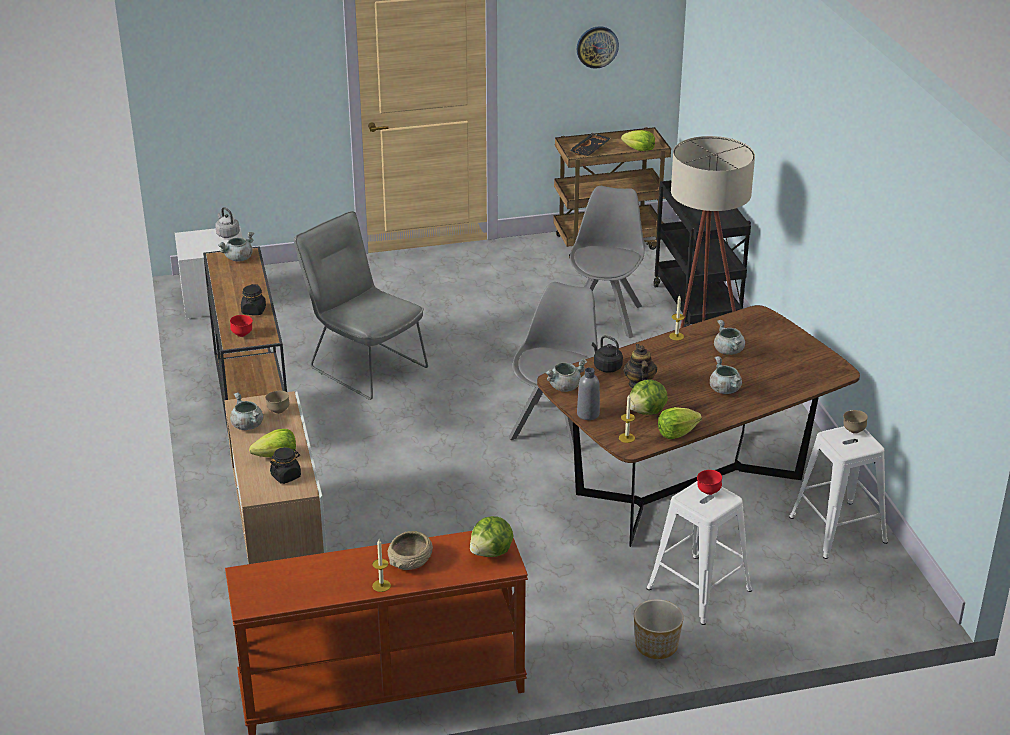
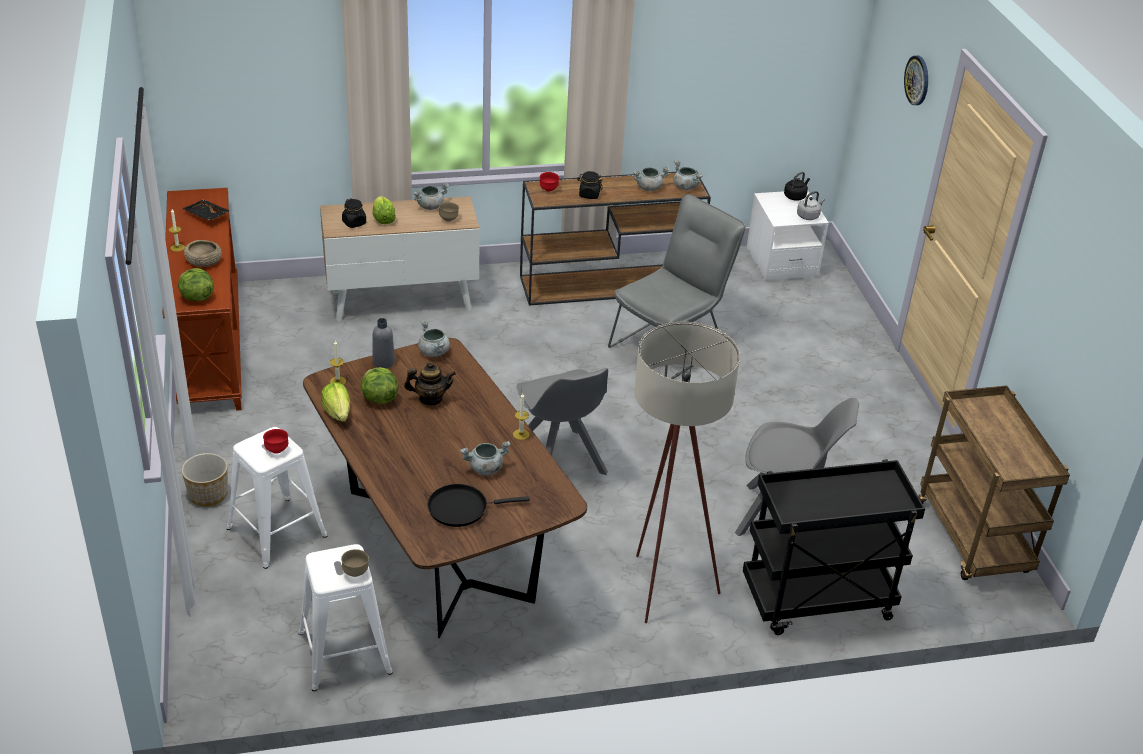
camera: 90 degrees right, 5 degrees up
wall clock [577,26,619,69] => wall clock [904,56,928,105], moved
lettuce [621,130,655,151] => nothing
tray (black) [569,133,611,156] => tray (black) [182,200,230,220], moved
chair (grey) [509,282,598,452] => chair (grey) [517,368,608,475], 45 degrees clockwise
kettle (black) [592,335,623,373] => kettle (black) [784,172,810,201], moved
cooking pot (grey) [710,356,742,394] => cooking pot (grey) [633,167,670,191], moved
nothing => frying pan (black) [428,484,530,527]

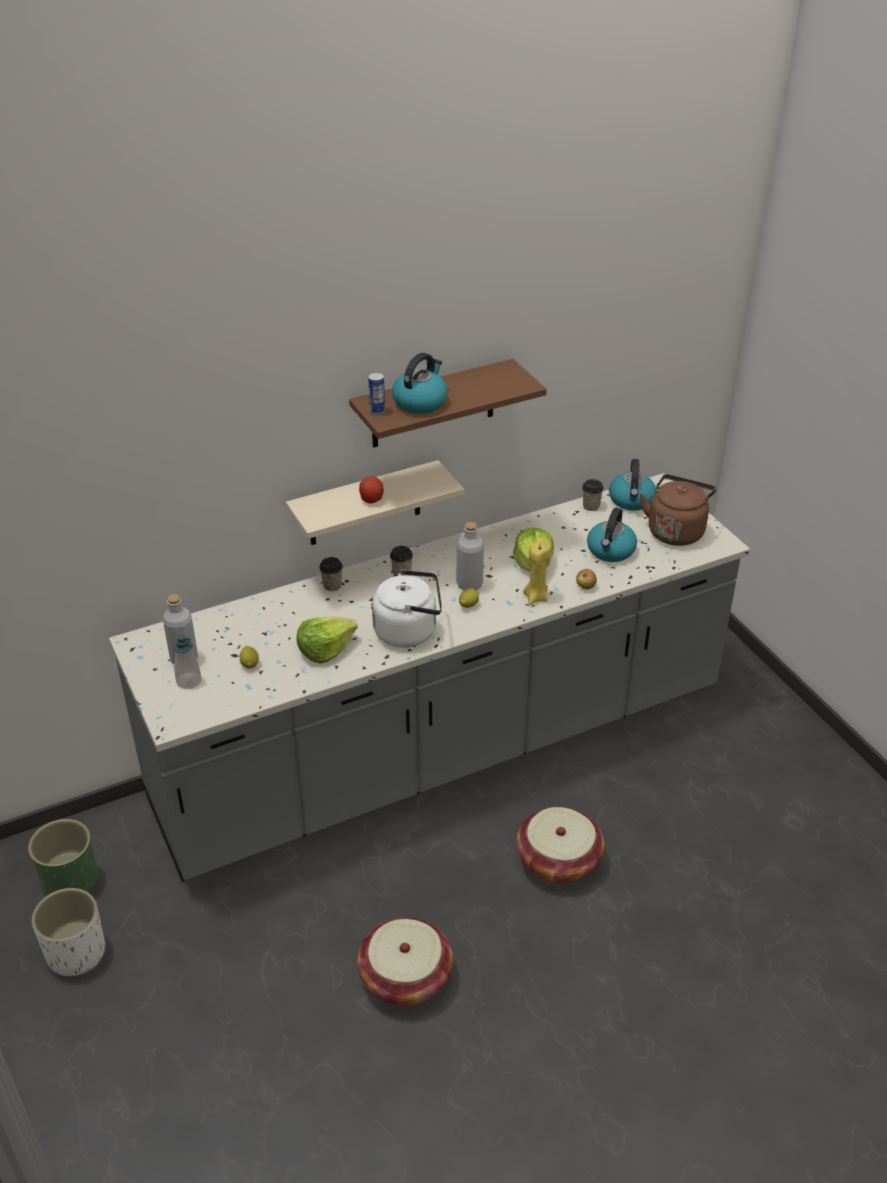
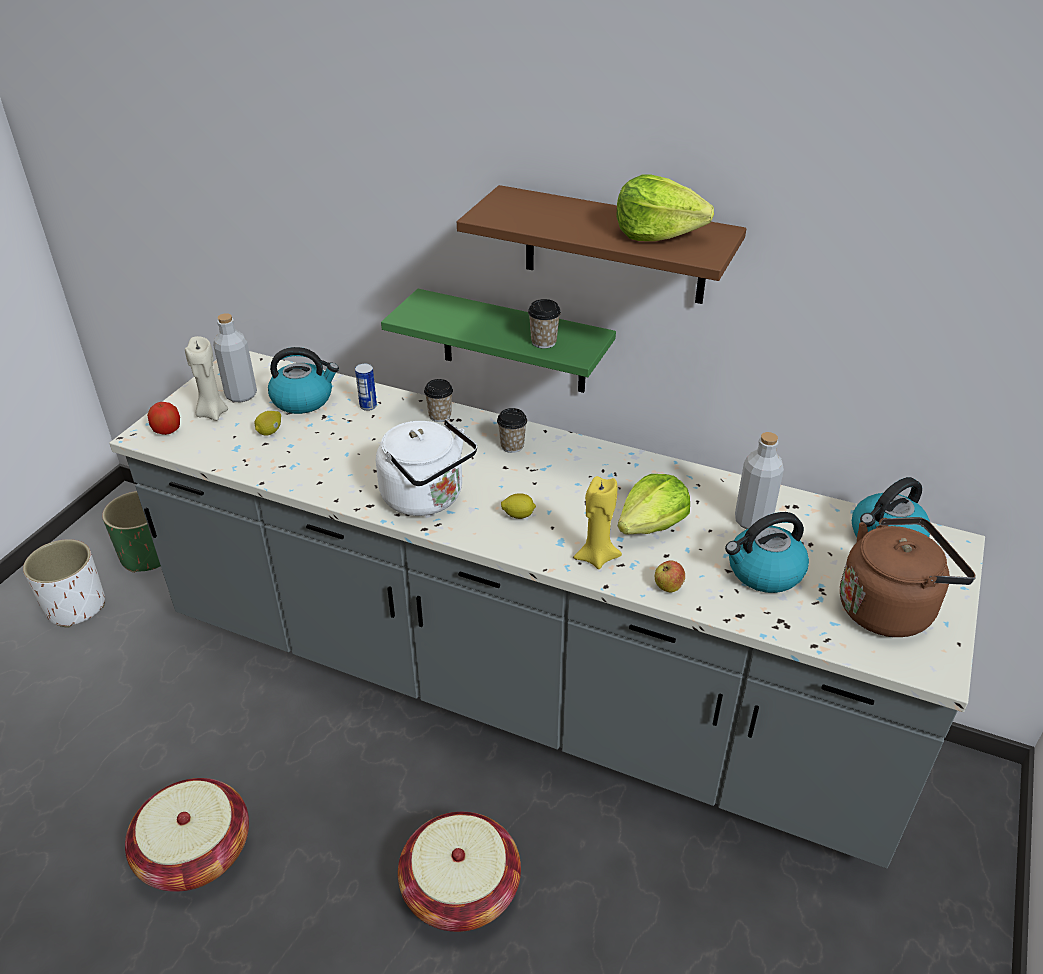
camera: 50 degrees right, 0 degrees up
kettle [392,353,448,414] => kettle [268,347,339,414], moved
can [368,373,385,415] => can [355,364,377,411], moved
shelf (beige) [286,460,464,545] => shelf (green) [381,289,616,393]
apple [359,476,384,503] => apple [147,402,180,435], moved
cup [582,479,604,511] => cup [528,299,561,348], moved
bottle (grey) [457,522,484,590] => bottle (grey) [735,432,784,529], moved
lettuce [297,616,358,664] => lettuce [616,174,714,241], moved
soap dispenser [173,634,201,689] => candle (beige) [185,336,228,421]

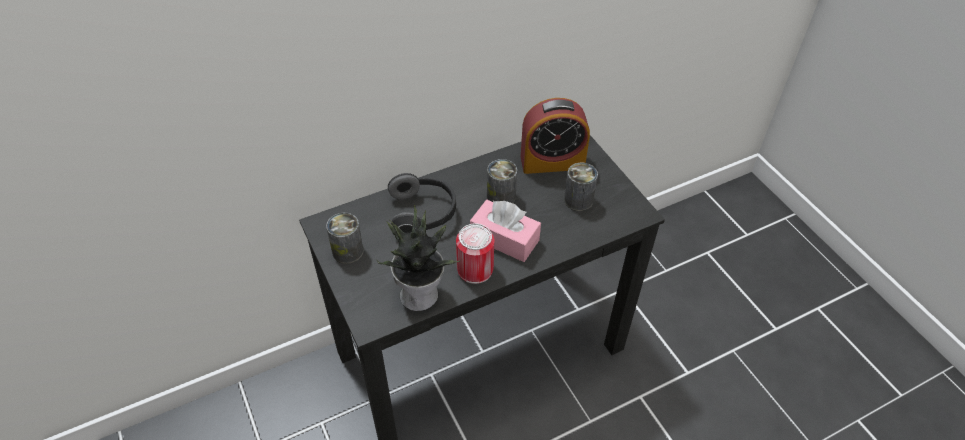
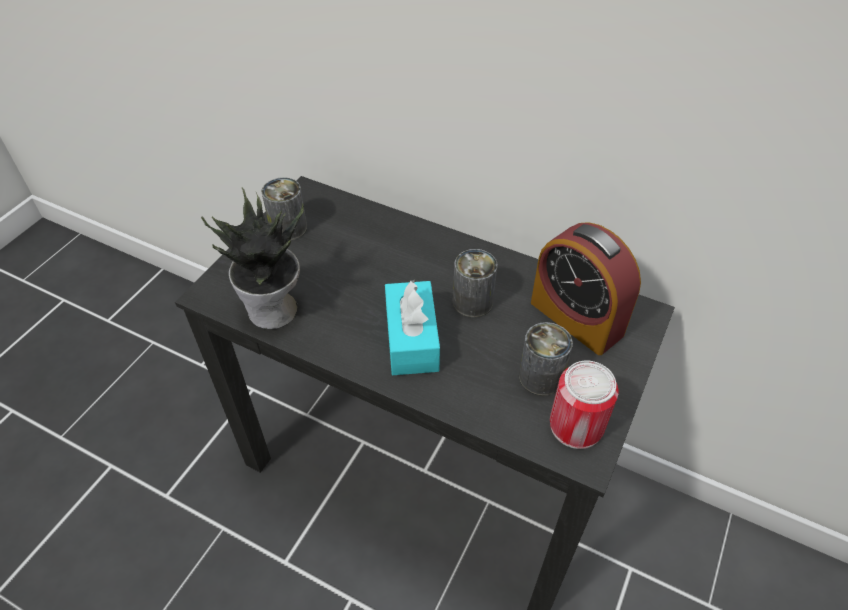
camera: 55 degrees right, 0 degrees up
headphones [388,173,456,233] => nothing
tissue box (pink) [470,200,541,262] => tissue box (turquoise) [385,279,440,375]
can [456,223,494,284] => can [550,361,619,449], moved

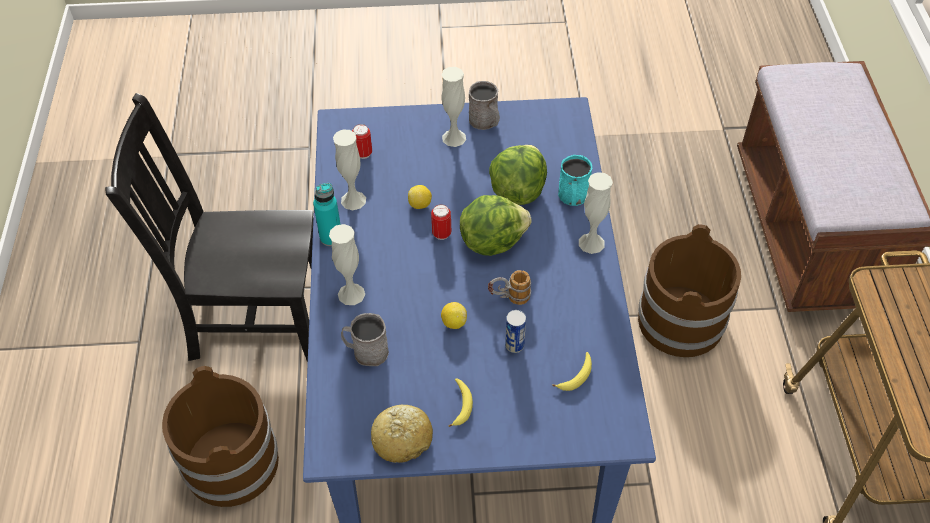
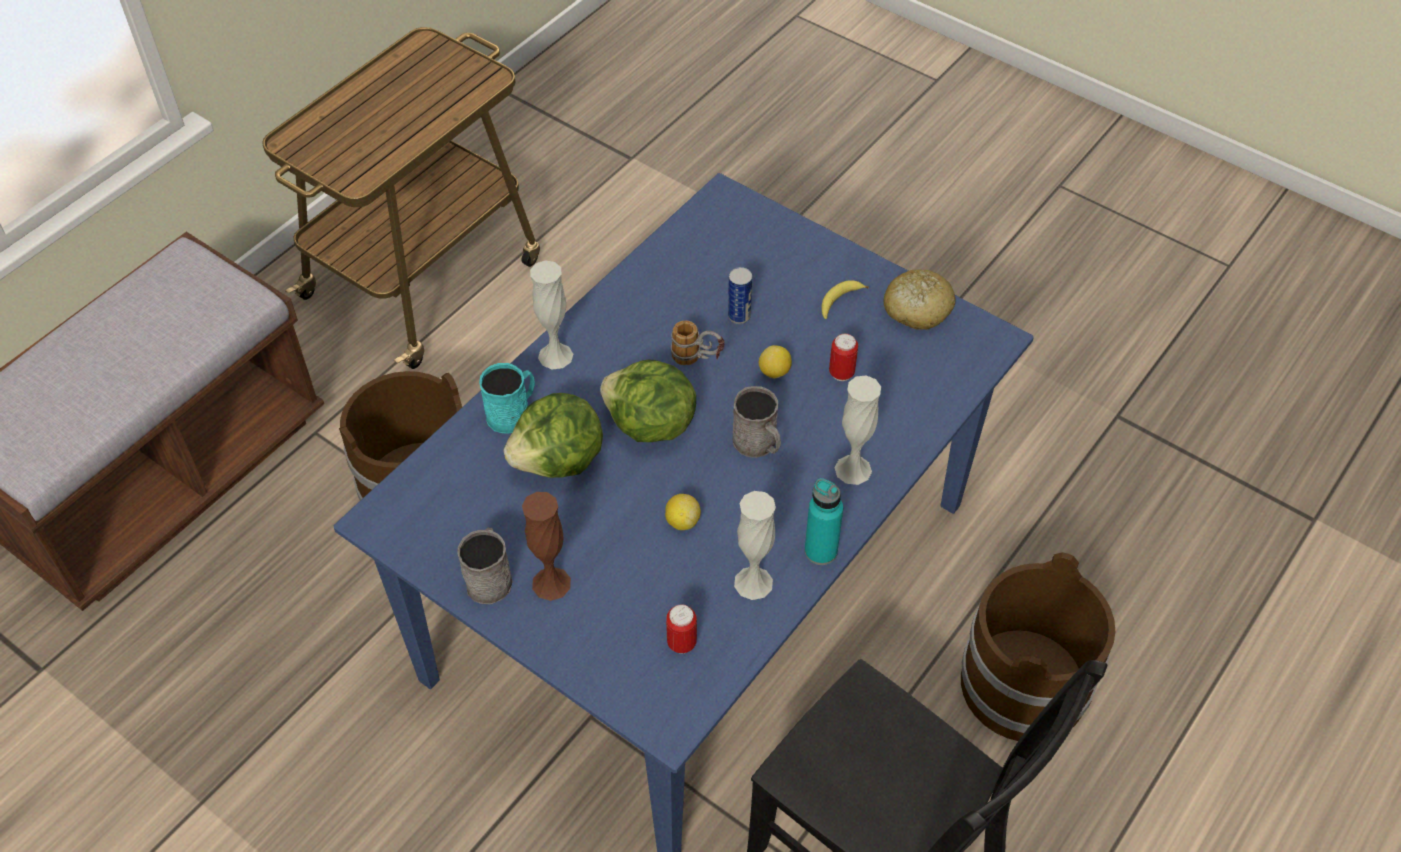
camera: 140 degrees left, 0 degrees up
vase (white) [441,67,466,147] => vase (brown) [522,492,571,601]
can [431,204,451,240] => can [829,334,858,381], moved
mug (grey) [341,313,389,366] => mug (grey) [733,386,781,458], moved
banana [552,352,592,391] => nothing

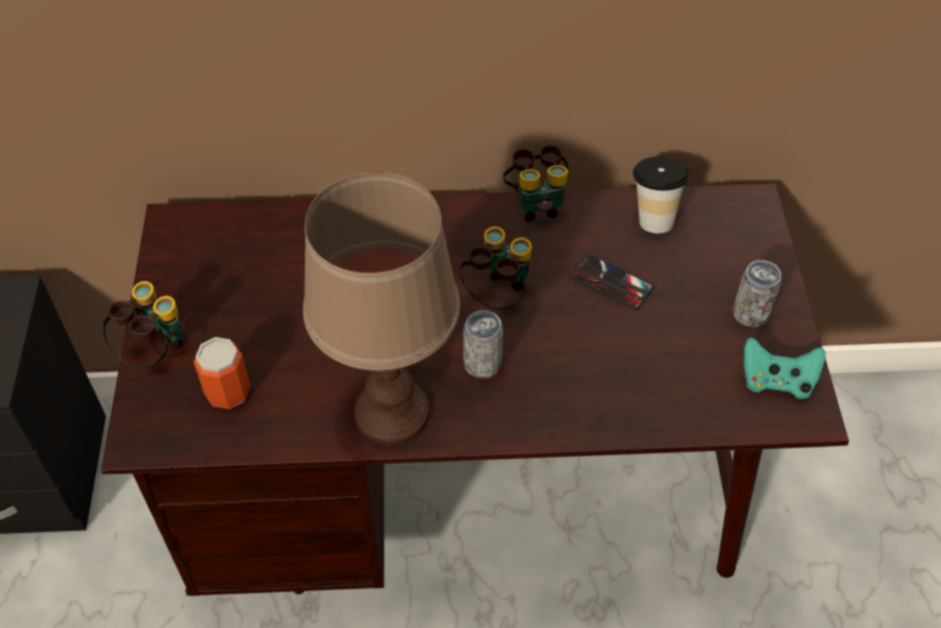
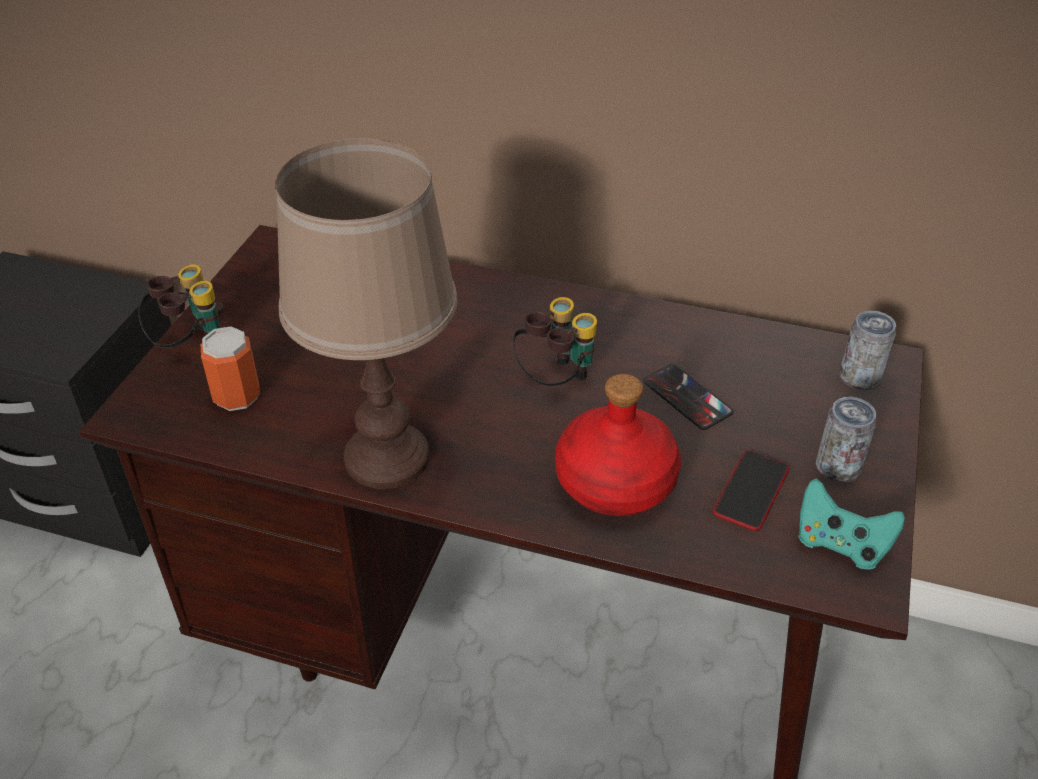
camera: 20 degrees right, 10 degrees down
binoculars [503,145,569,222] => nothing
cup [633,157,690,233] => nothing
can [463,310,503,379] => can [839,311,896,390], moved
nothing => bottle (red) [555,374,681,516]
nothing => phone [713,450,790,531]

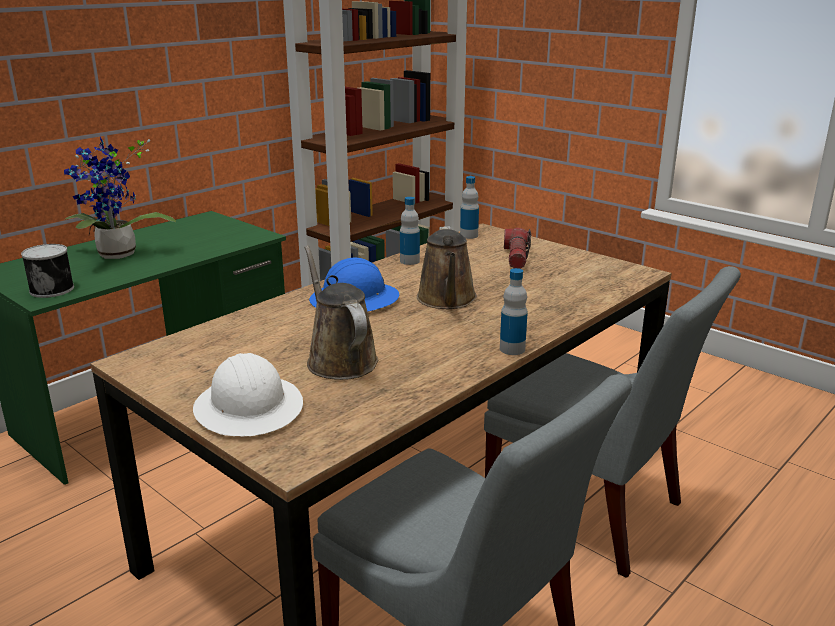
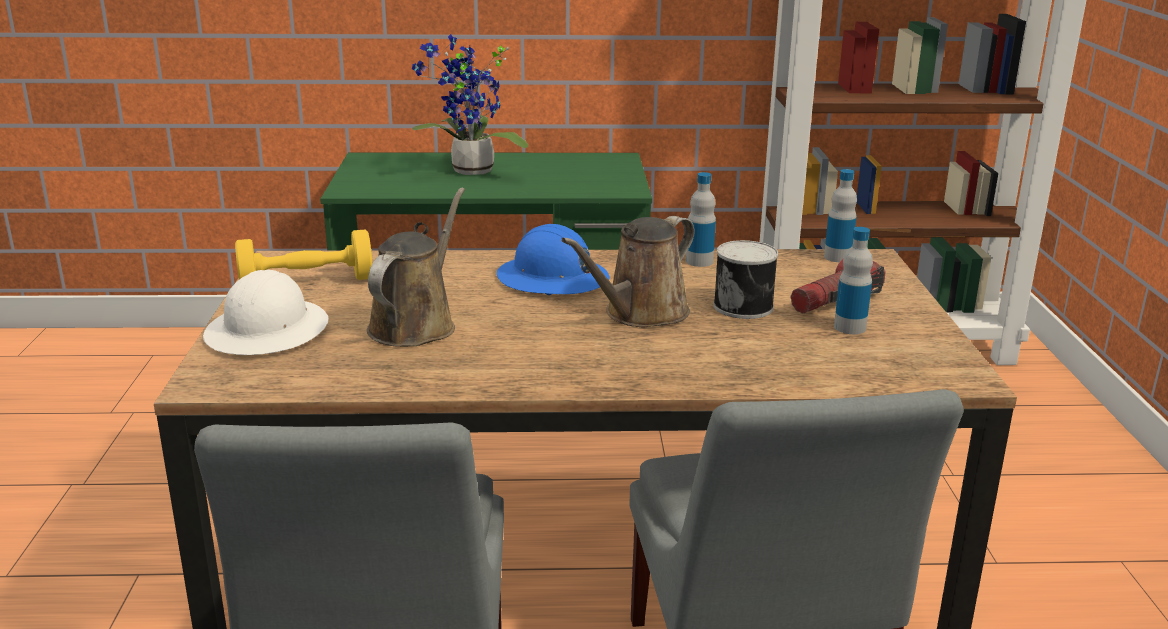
camera: 45 degrees right, 0 degrees up
can [21,244,74,298] => can [713,240,778,319], moved
bottle [500,268,528,355] => bottle [834,227,873,334], moved
nothing => dumbbell (yellow) [235,230,372,280]

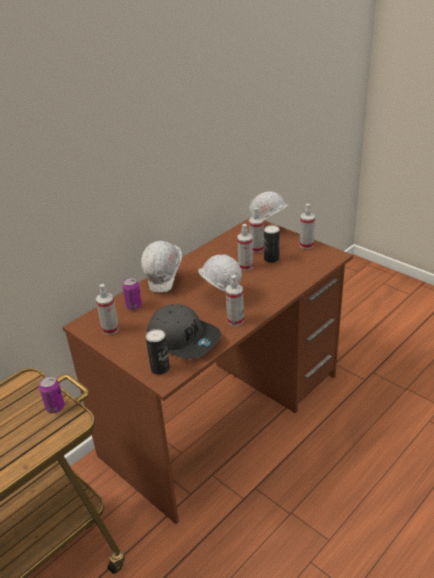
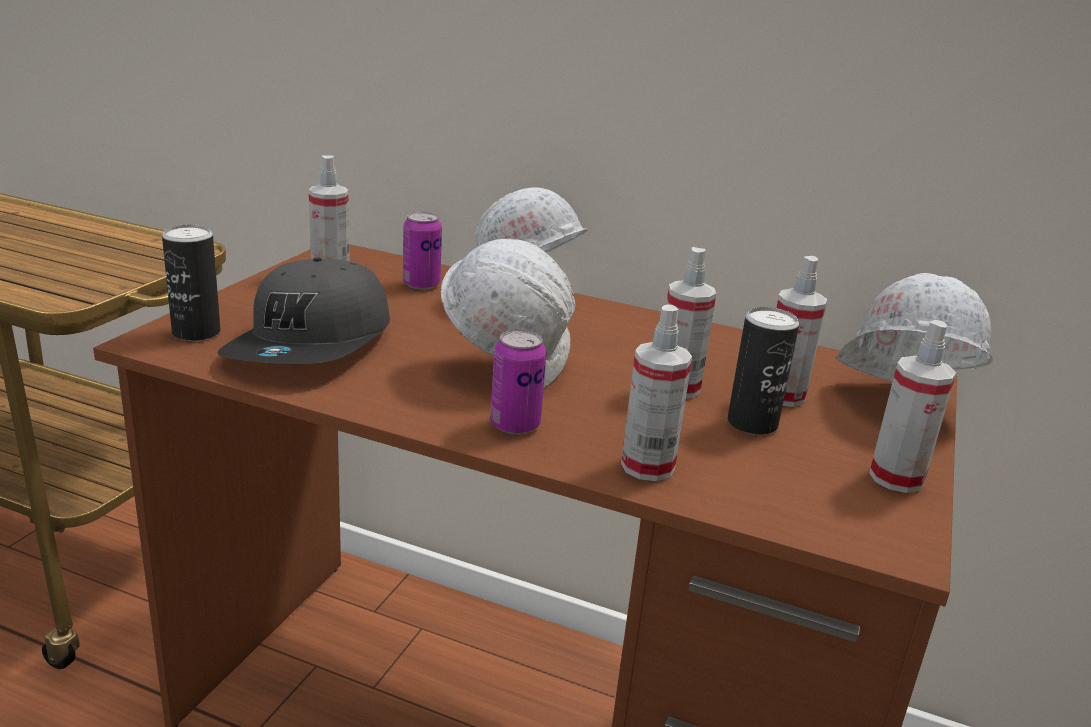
camera: 65 degrees right, 10 degrees down
spray bottle [226,275,244,326] => spray bottle [621,304,692,481], moved
can [39,376,65,413] => can [490,330,546,435], moved

